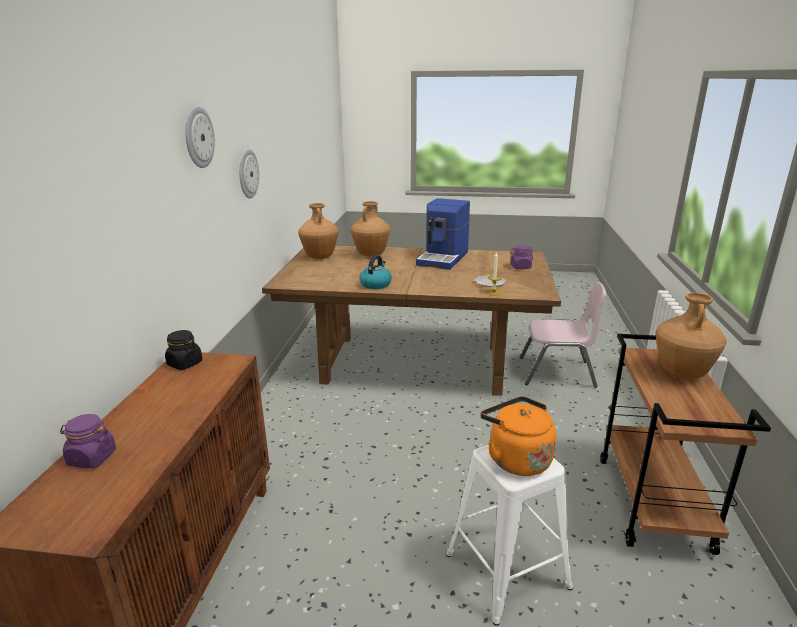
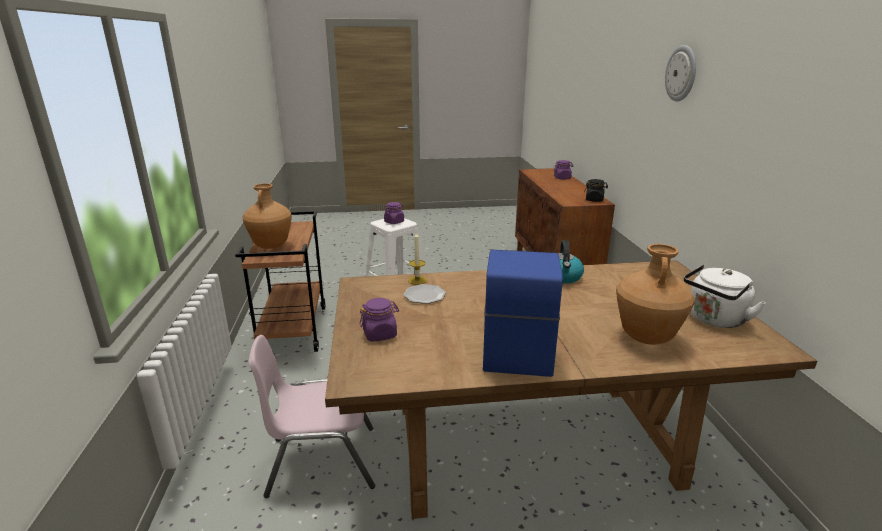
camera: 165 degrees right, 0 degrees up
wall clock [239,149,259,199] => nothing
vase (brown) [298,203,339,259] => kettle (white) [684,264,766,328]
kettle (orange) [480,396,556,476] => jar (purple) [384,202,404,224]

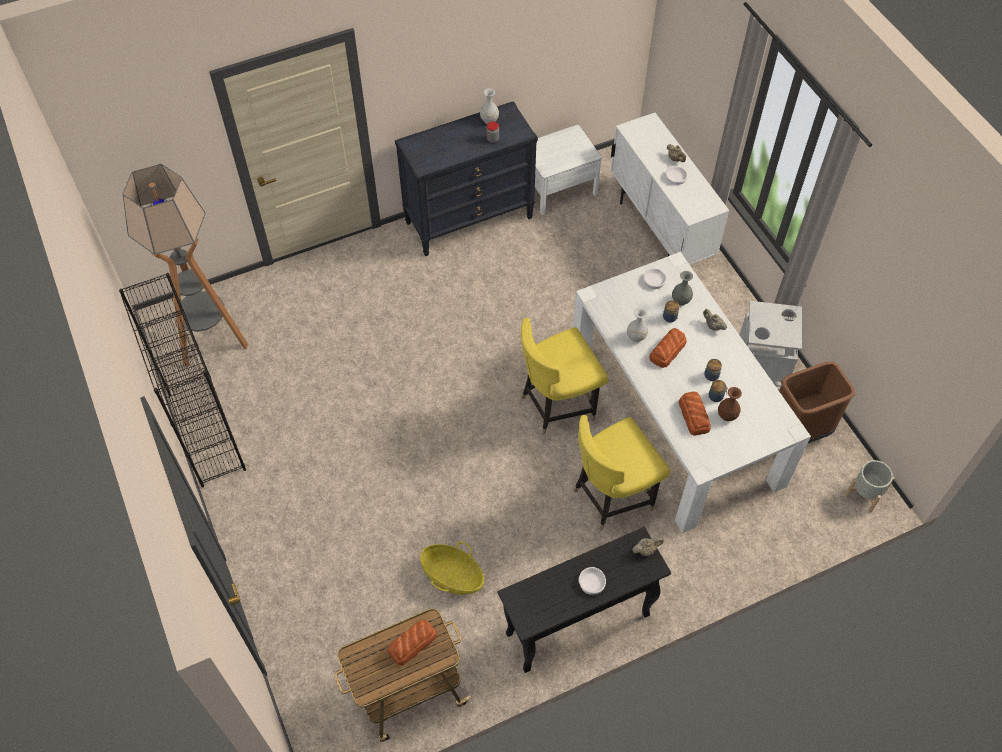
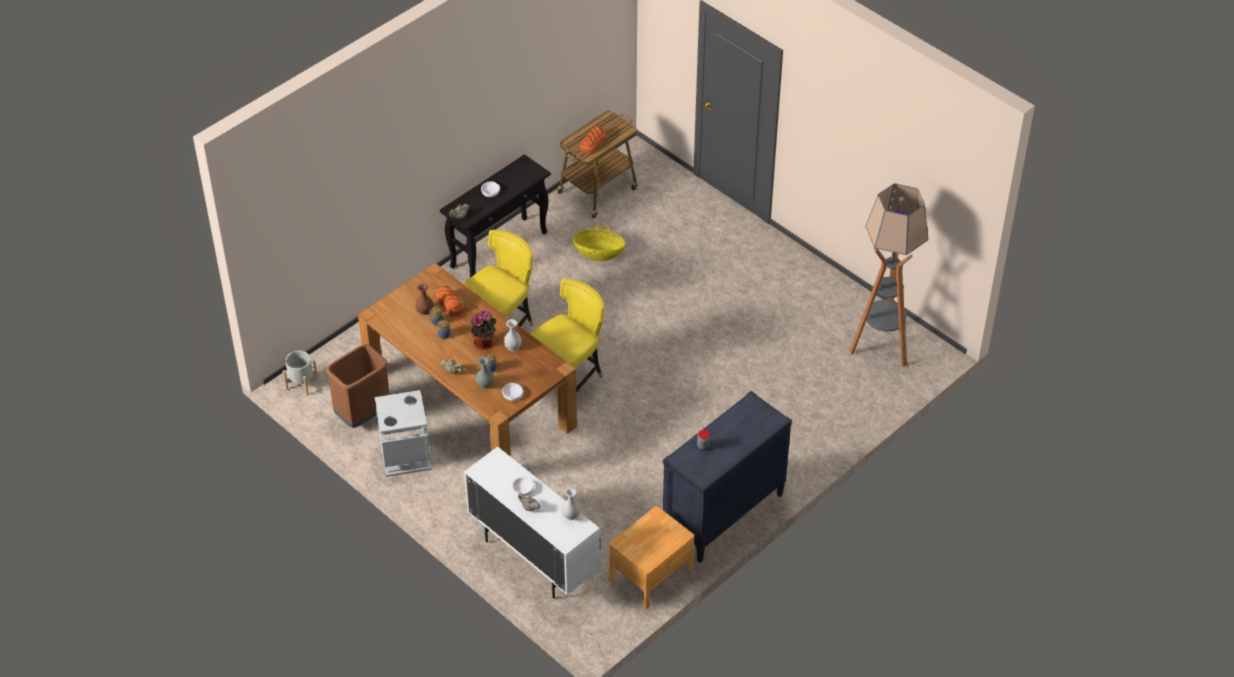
camera: 160 degrees right, 10 degrees down
vase (white) [480,88,499,124] => vase (white) [561,488,581,520], moved
nightstand (white) [535,125,602,215] => nightstand (brown) [609,506,694,609]
dining table (white) [573,252,811,533] => dining table (brown) [358,263,577,457]
bookcase (black) [119,273,246,487] => nothing
bread [649,328,687,368] => potted plant [471,310,496,350]

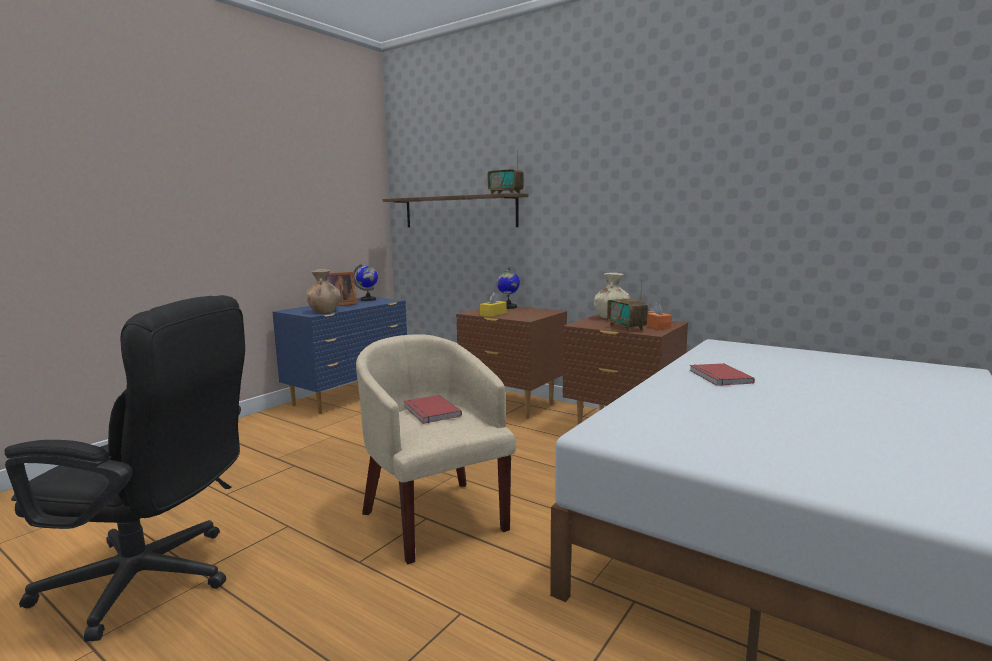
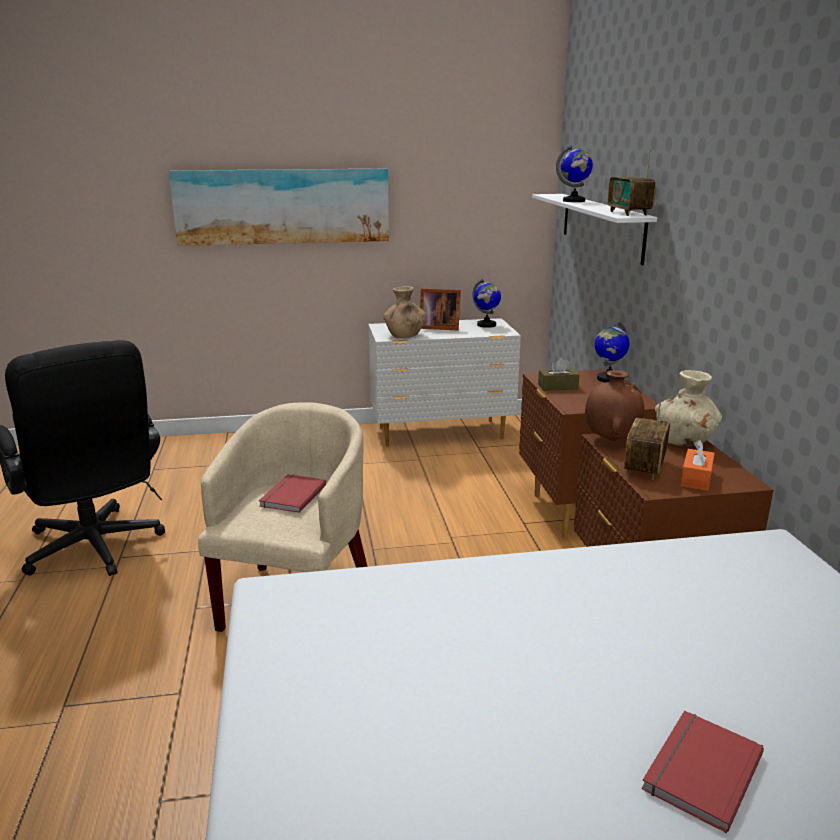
camera: 45 degrees right, 10 degrees up
shelf (brown) [383,193,529,228] => shelf (white) [532,194,657,265]
tissue box (yellow) [480,292,507,317] => tissue box (brown) [538,357,580,391]
dresser (blue) [273,298,407,414] => dresser (white) [368,318,521,447]
book (red) [690,363,755,386] => book (red) [641,711,764,833], moved
nothing => globe [556,145,593,202]
nothing => picture [169,169,389,246]
nothing => vase (brown) [585,370,644,441]

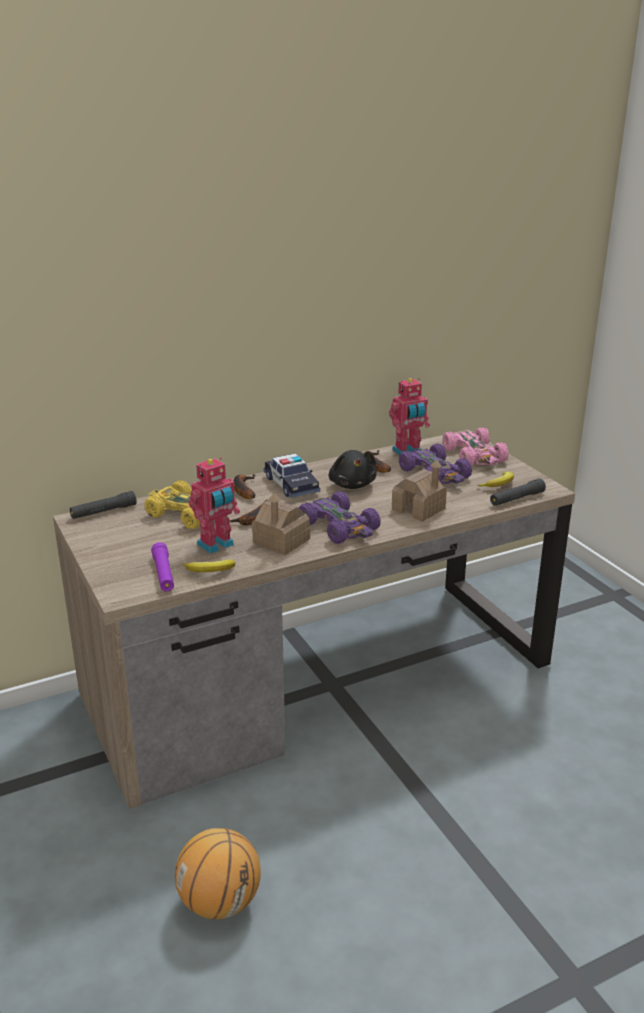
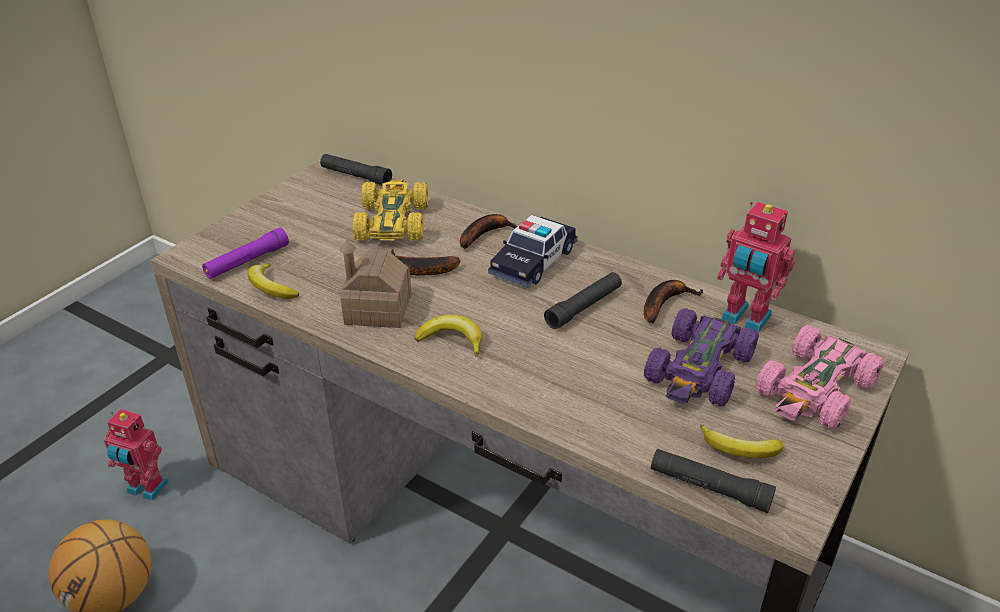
camera: 60 degrees right, 10 degrees up
plush toy (black) [329,450,376,489] => flashlight (black) [544,272,622,329]
toy robot [188,457,240,554] => toy robot [104,409,169,501], moved
toy house [392,459,447,522] => nothing
toy car (purple) [299,491,381,544] => banana [414,315,482,357]

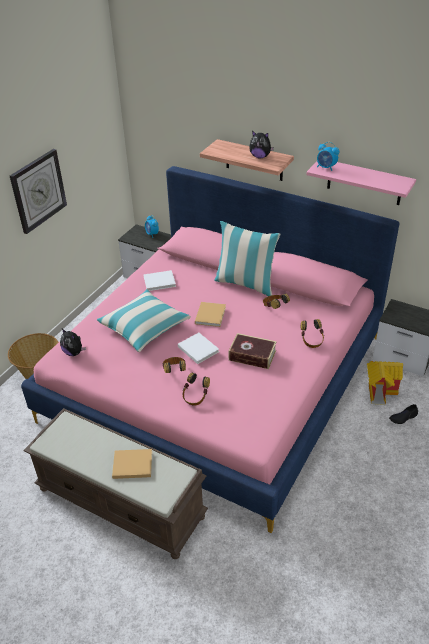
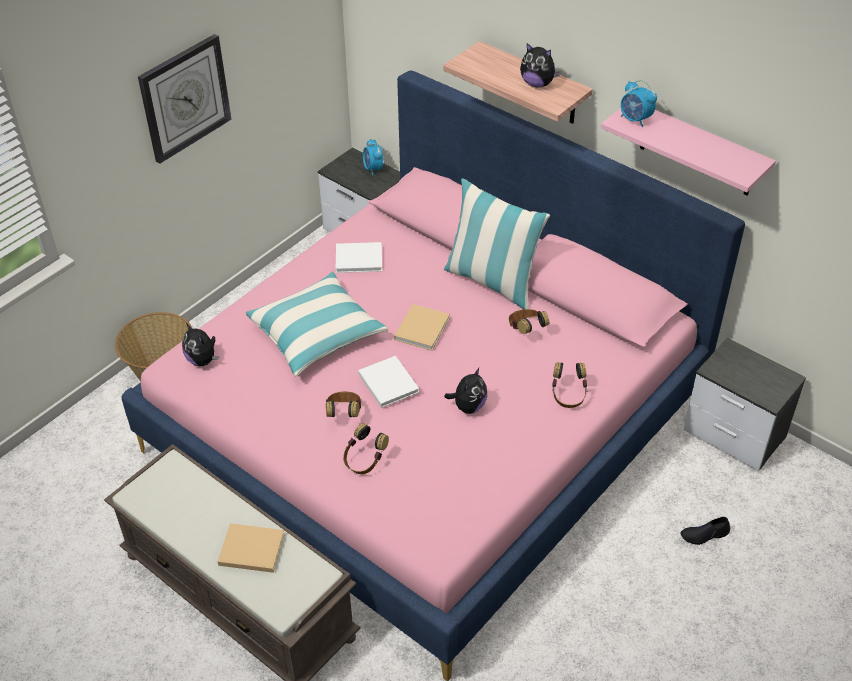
camera: 10 degrees right, 5 degrees up
book [228,333,277,369] => plush toy [444,368,487,414]
toy house [367,361,403,405] => nothing

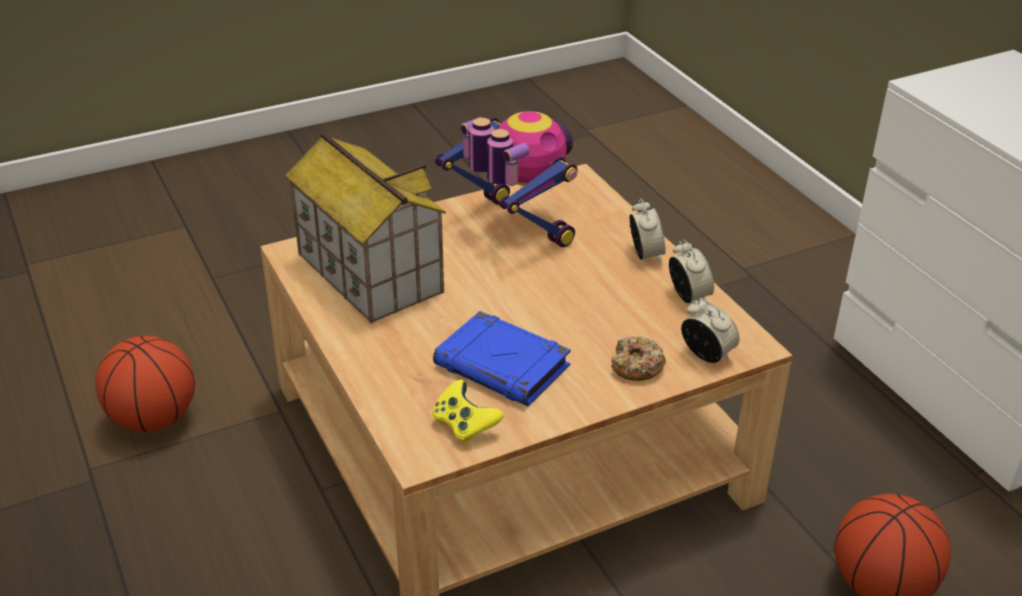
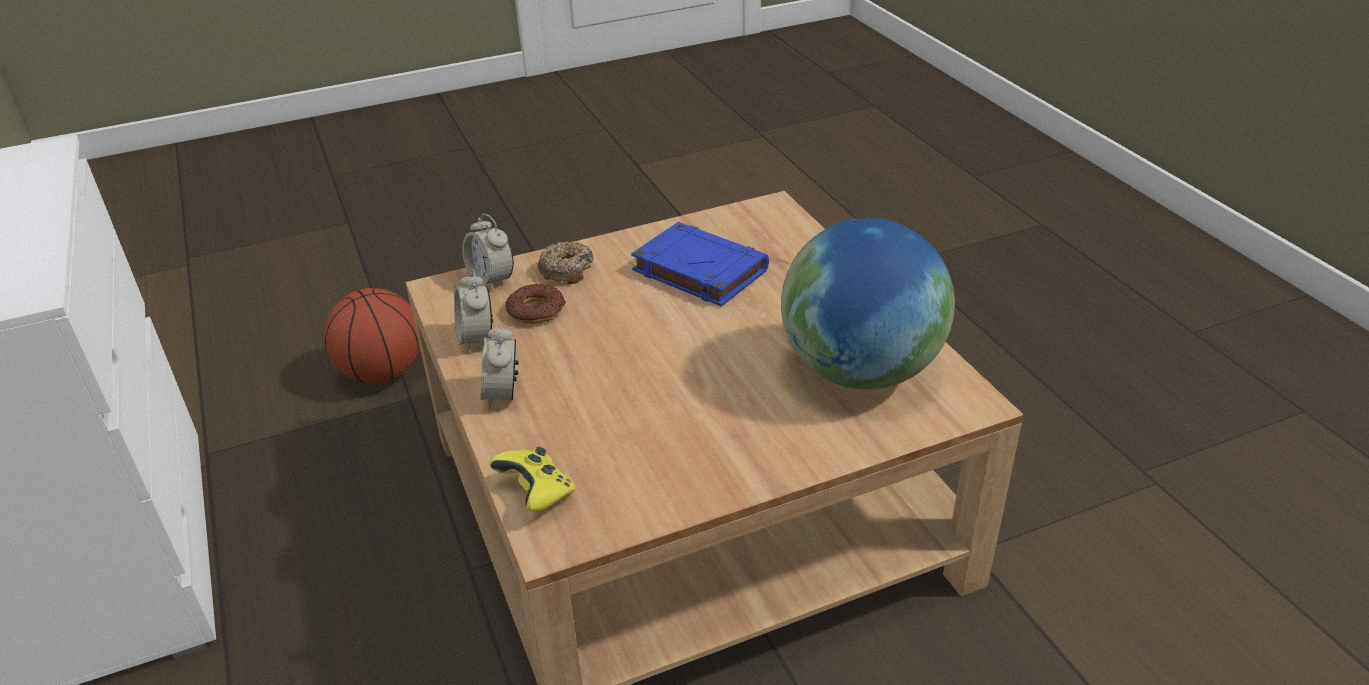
camera: 175 degrees left, 0 degrees up
toy robot [435,111,577,247] => nothing
toy house [285,132,446,323] => globe [781,218,955,390]
basketball [95,336,195,432] => nothing
game controller (yellow) [432,380,503,443] => game controller (yellow) [489,447,575,512], moved
nothing => donut [506,283,566,324]

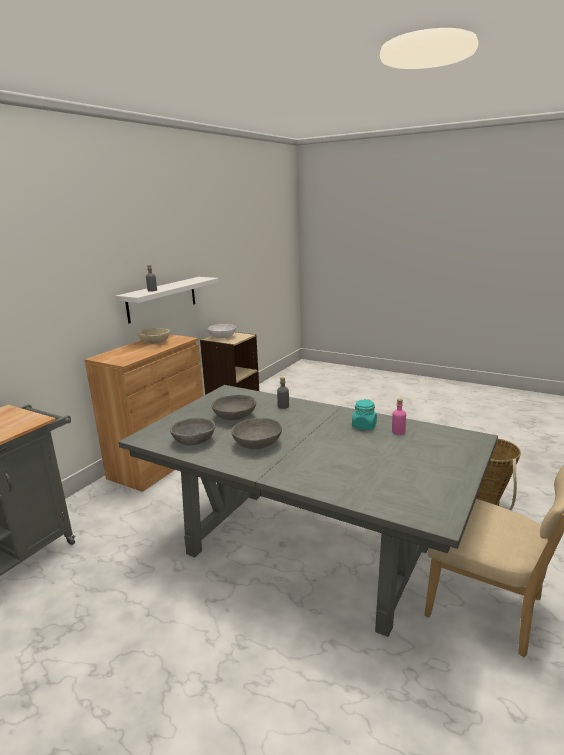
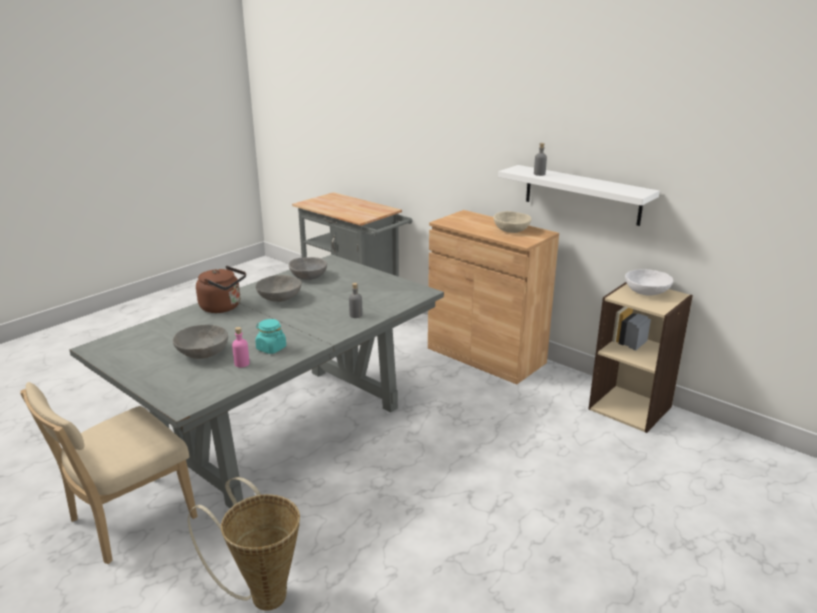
camera: 100 degrees right, 5 degrees up
bowl (grey) [212,395,256,420] => bowl (grey) [173,325,228,359], moved
nothing => kettle (brown) [196,266,246,313]

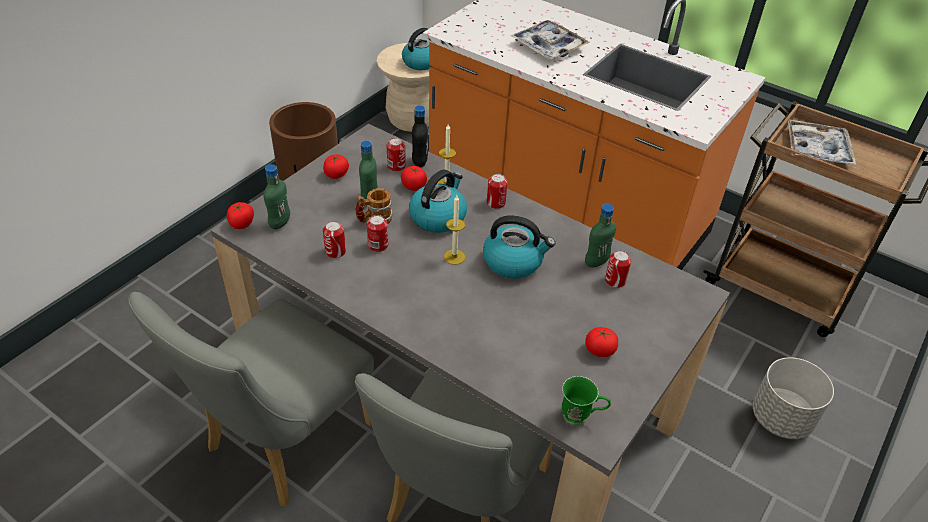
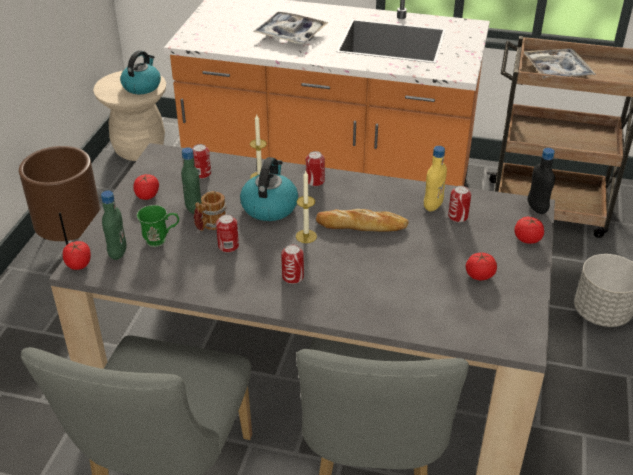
camera: 20 degrees left, 5 degrees down
bottle (black) [412,106,428,168] => bottle (black) [528,148,555,214], moved
tomato [401,166,427,191] => tomato [514,217,544,244], moved
bottle (green) [585,204,616,267] => bottle (yellow) [424,146,447,211]
kettle [483,215,555,279] => bread [316,209,409,232]
can [323,221,346,258] => can [281,244,304,284], moved
mug (green) [562,376,611,425] => mug (green) [137,205,179,247], moved

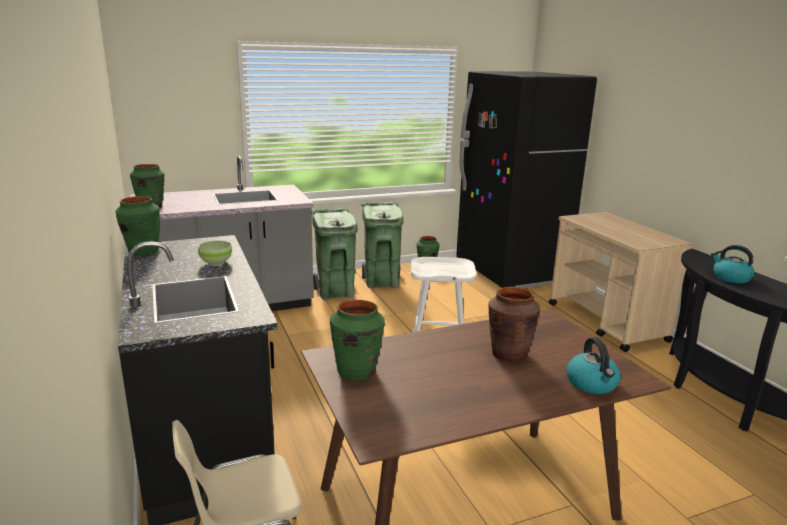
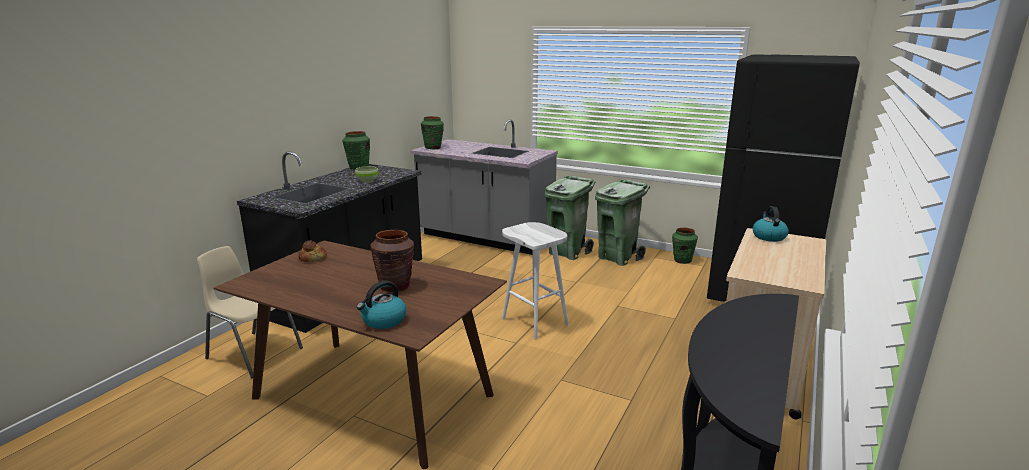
camera: 50 degrees right, 0 degrees up
kettle [711,245,755,284] => kettle [753,206,789,242], moved
vase (green) [330,300,385,381] => bread [298,240,327,262]

